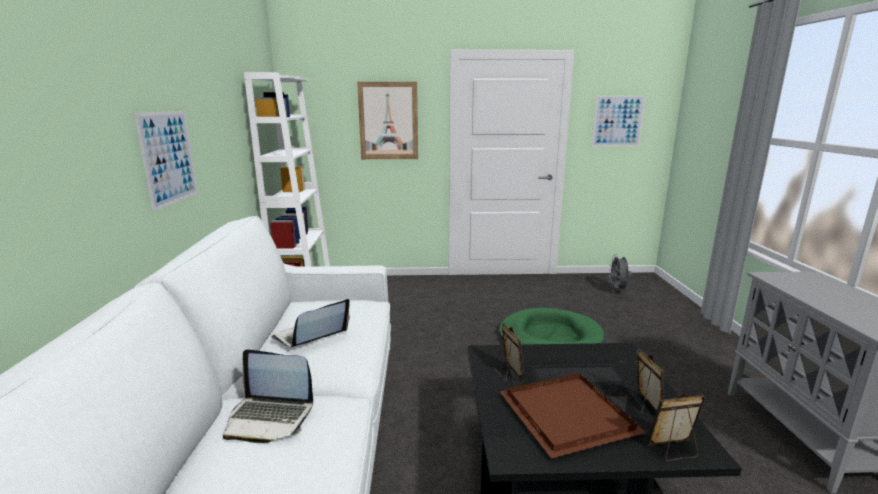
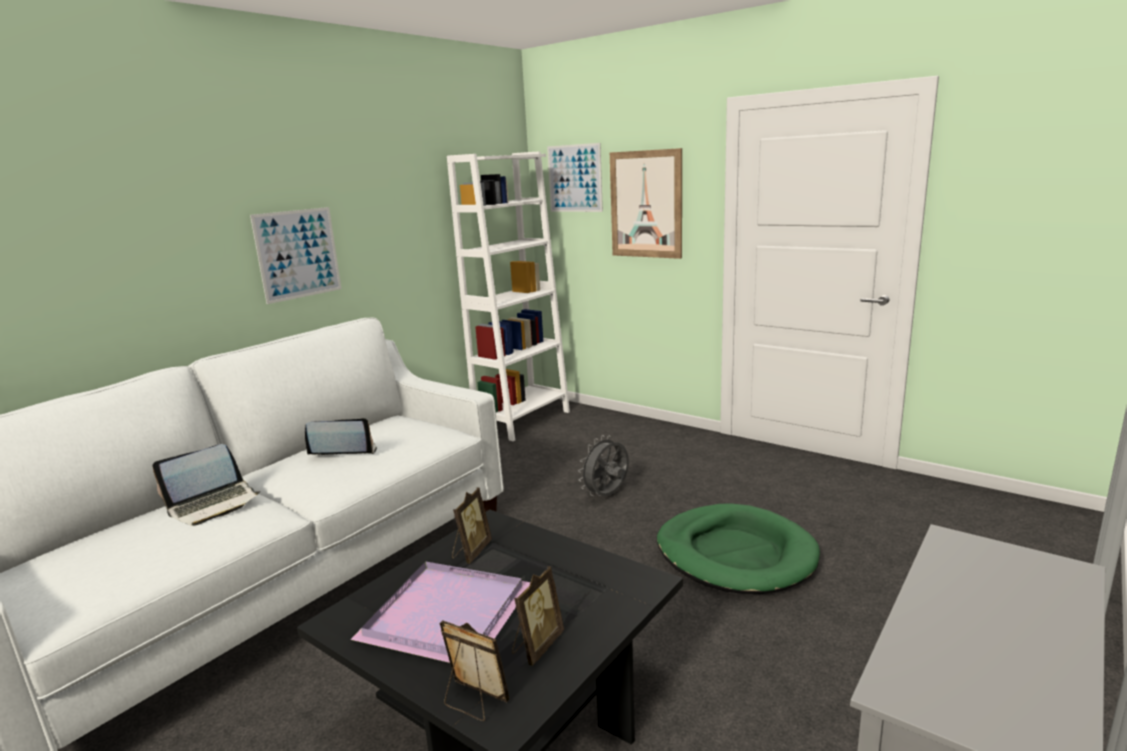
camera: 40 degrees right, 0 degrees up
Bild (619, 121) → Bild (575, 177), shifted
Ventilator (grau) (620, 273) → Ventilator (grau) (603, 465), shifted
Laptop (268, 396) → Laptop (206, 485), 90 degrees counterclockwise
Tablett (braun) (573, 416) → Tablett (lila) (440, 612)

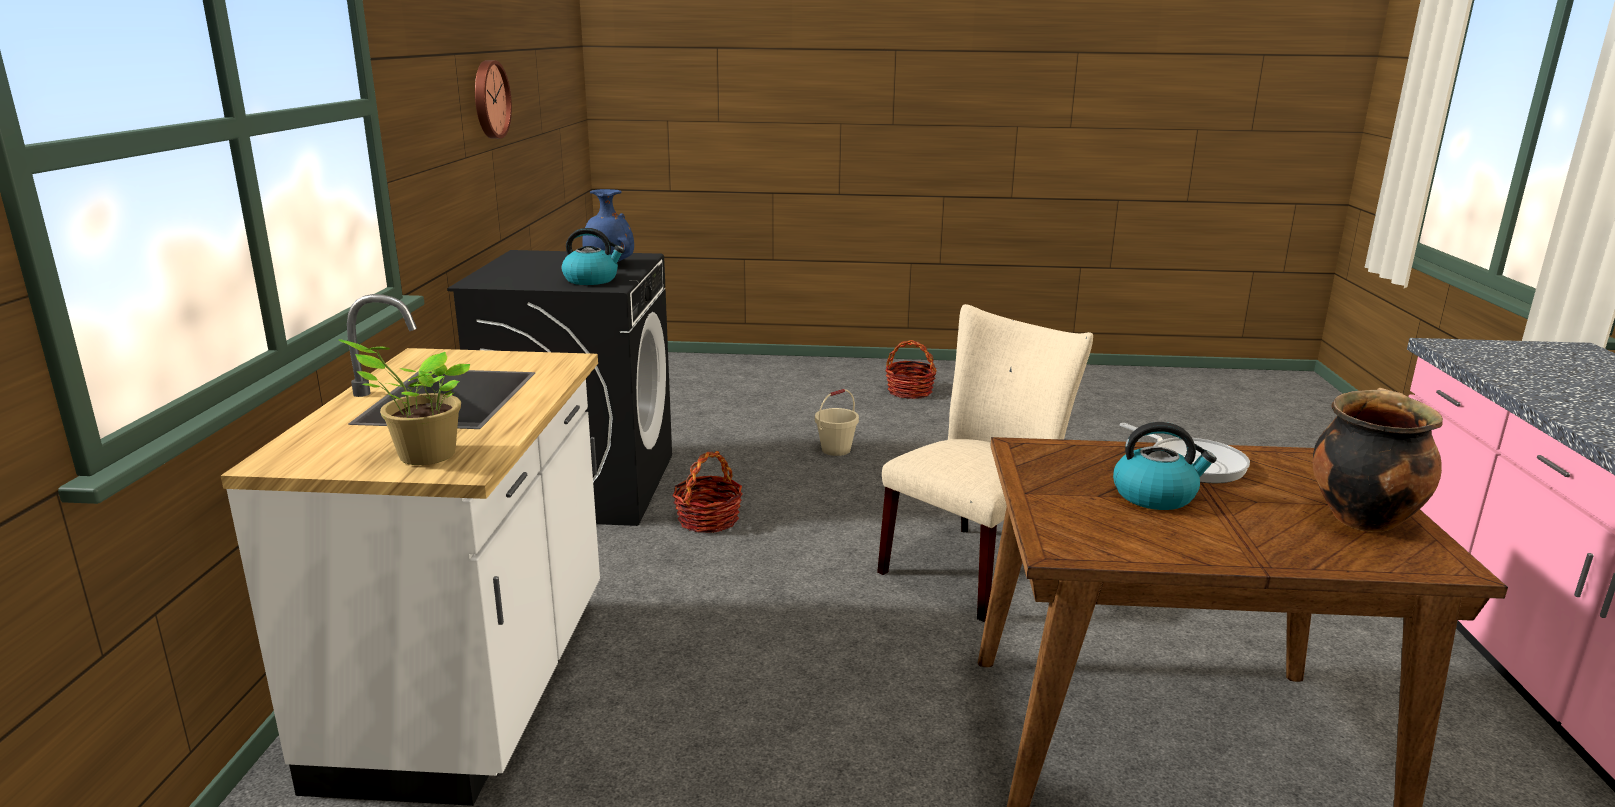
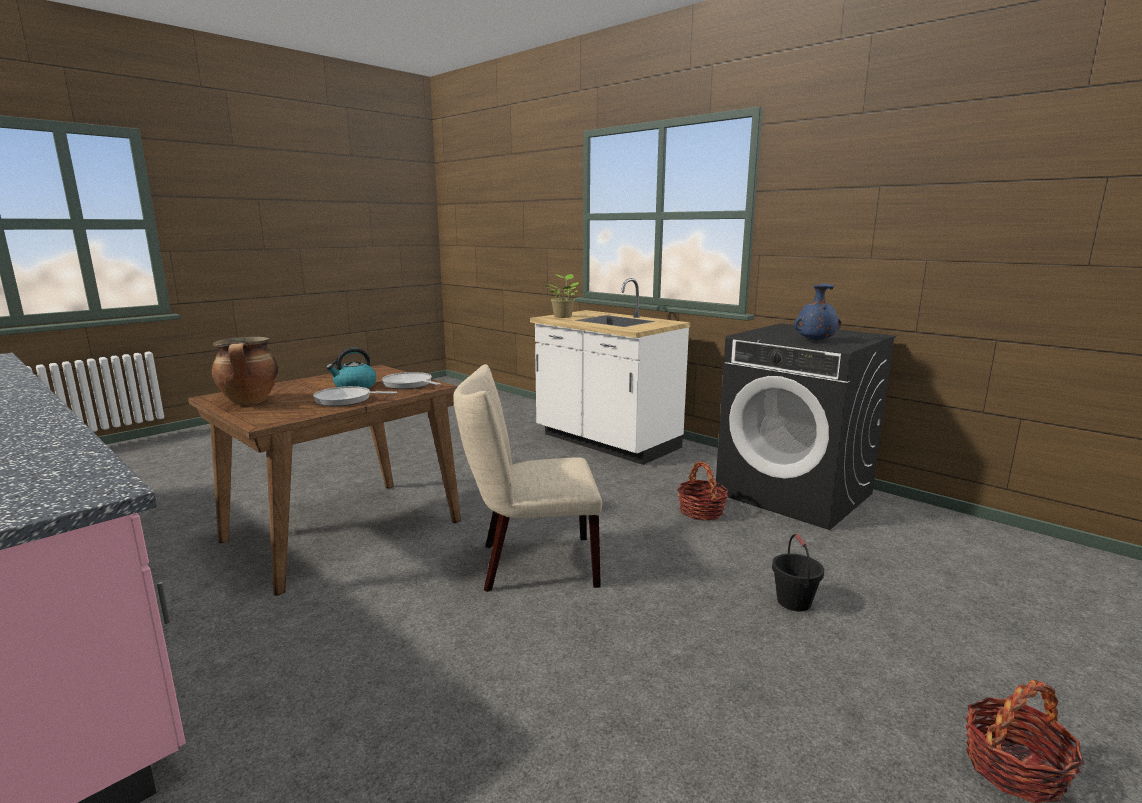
camera: 130 degrees right, 5 degrees down
Wanduhr (493, 99) → -
Wasserkessel (593, 256) → -
Stuhl (beige) (985, 463) → Stuhl (beige) (527, 478), 90 degrees clockwise
Eimer (beige) (837, 422) → Eimer (schwarz) (798, 573)
- → Pfanne (411, 380)

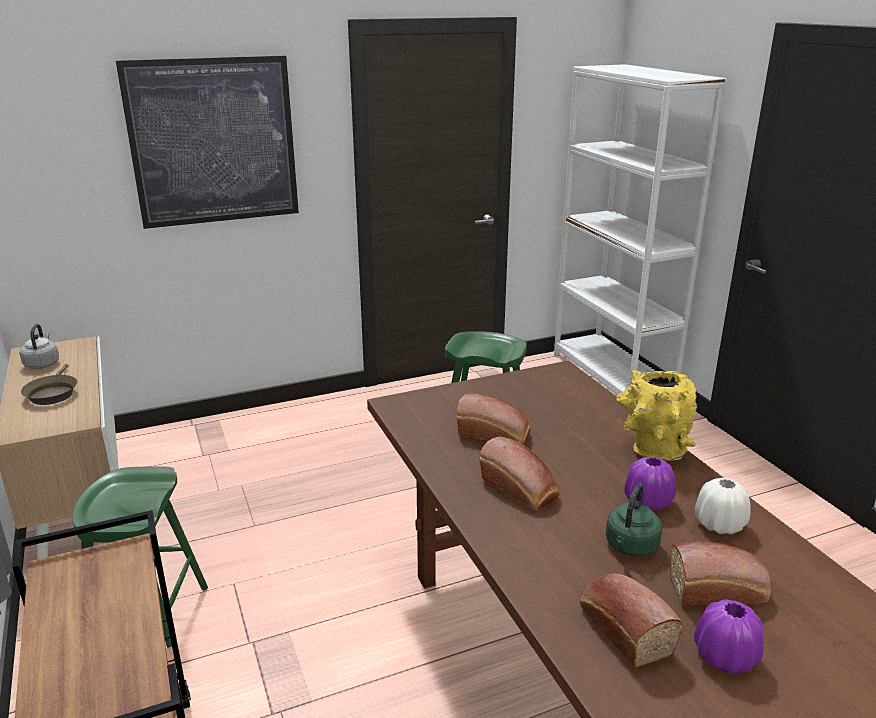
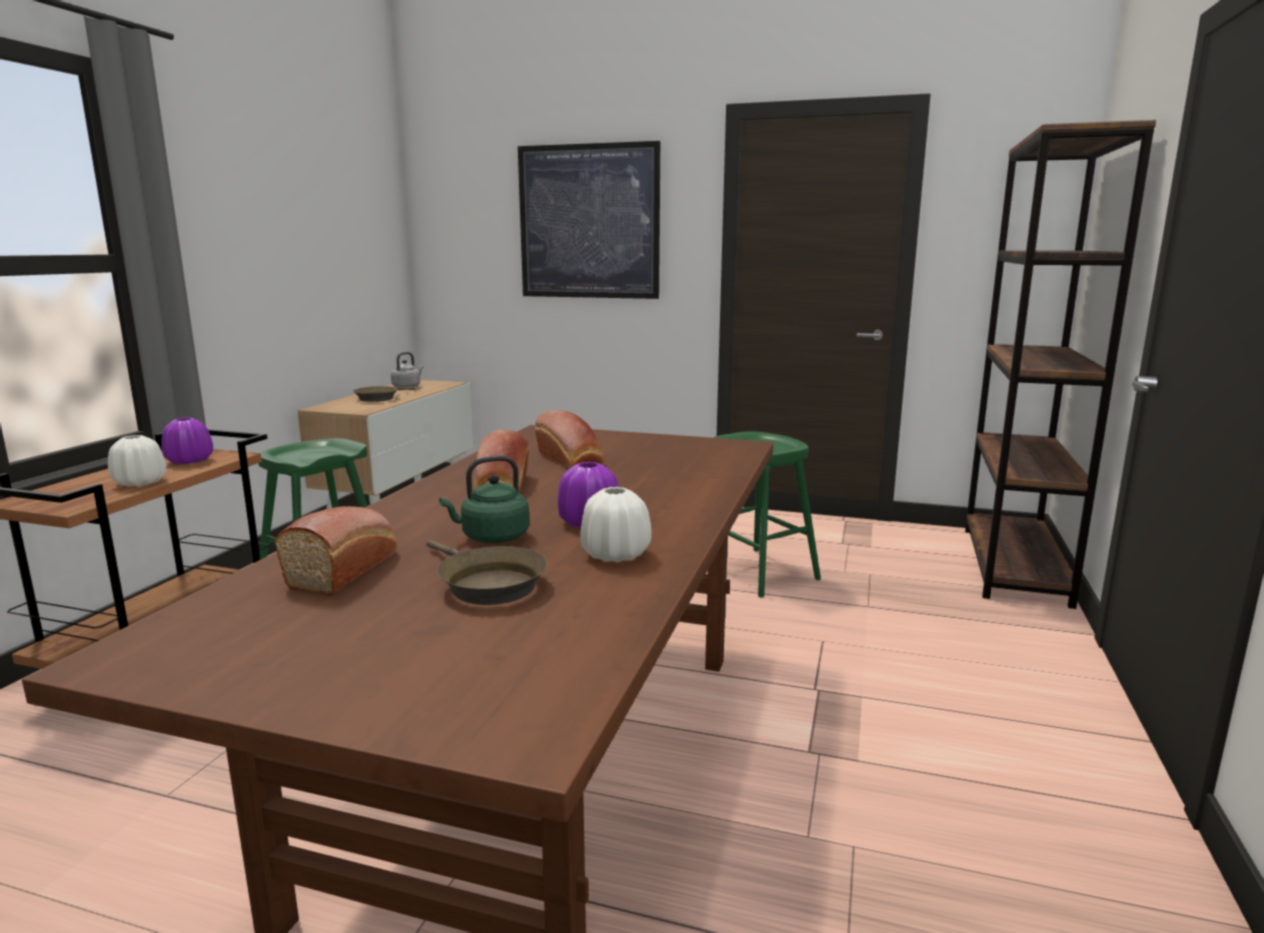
camera: 40 degrees right, 10 degrees down
Bücherregal (weiß) (640, 229) → Bücherregal (braun) (1060, 364)
Vase (gelb) (656, 415) → -
Brot (720, 573) → Pfanne (braun) (487, 572)
Vase (lila) (729, 637) → Vase (lila) (187, 441), shifted
- → Vase (weiß) (137, 461)

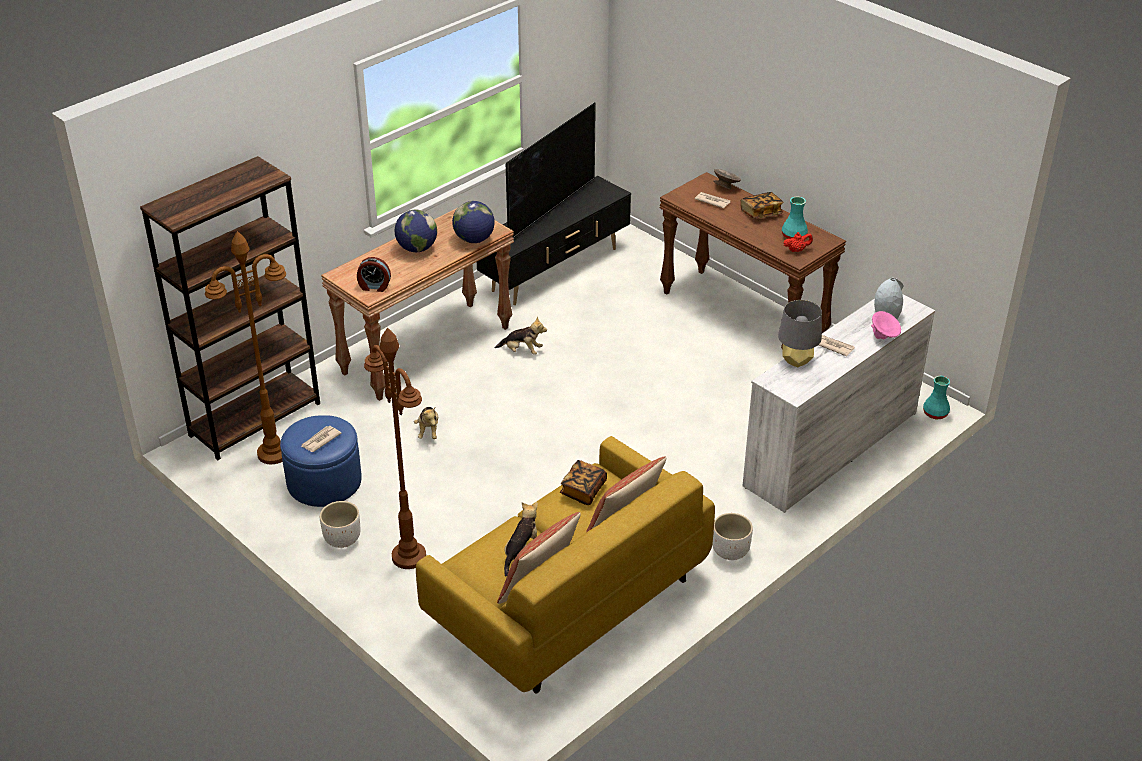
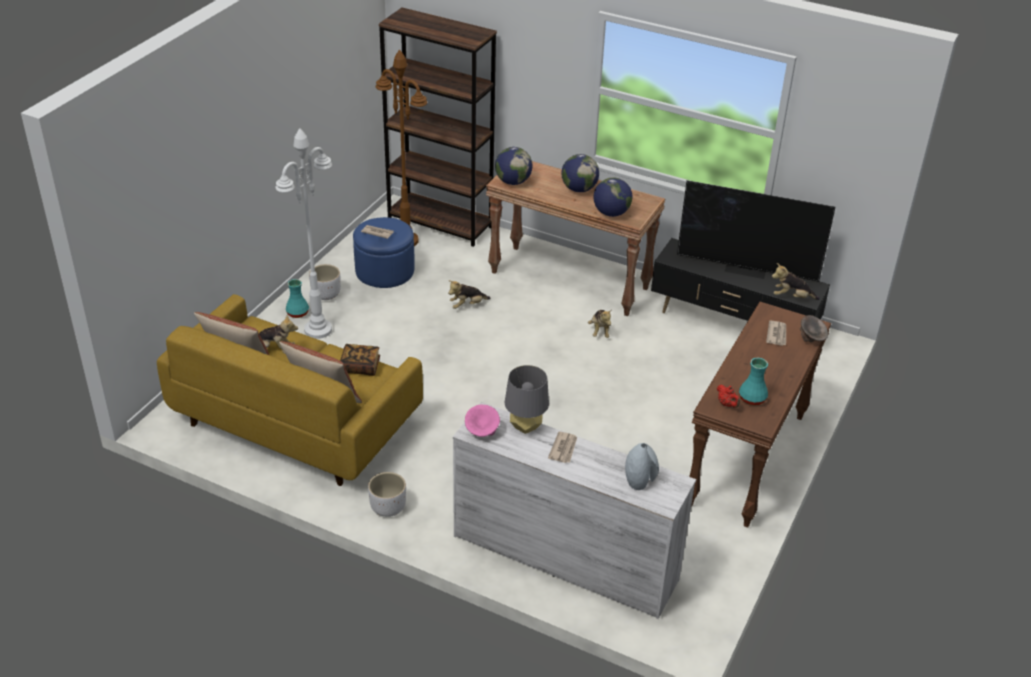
camera: 70 degrees right, 0 degrees up
Buch (762, 205) → -
Wecker (374, 274) → Globus (513, 166)
Schüssel (rosa) (886, 325) → Schüssel (rosa) (482, 421), shifted
Stehlampe (braun) (395, 448) → Stehlampe (weiß) (303, 233)
Vase (türkis) (936, 397) → Vase (türkis) (297, 298), shifted
- → Plüschtier (796, 281)

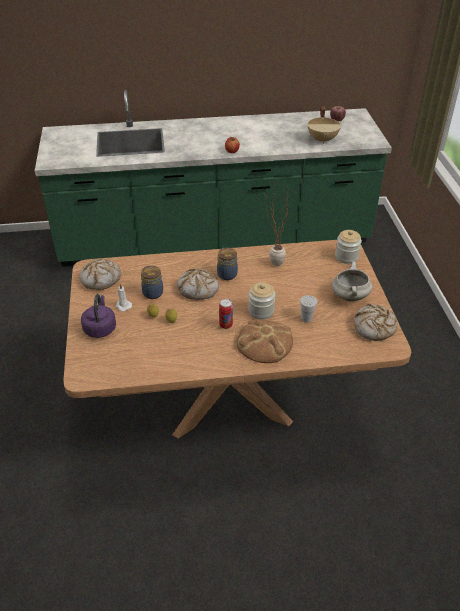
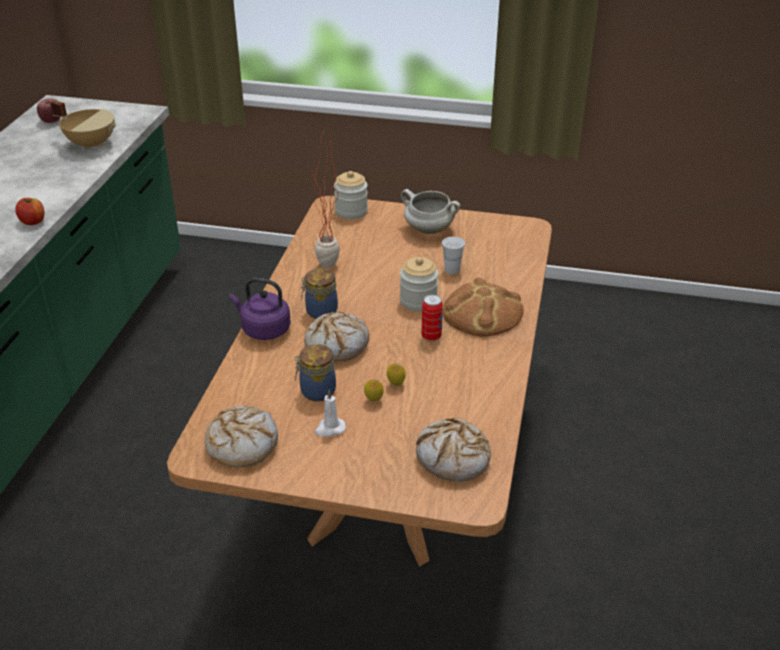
camera: 70 degrees left, 5 degrees down
Wasserkessel (lila) (98, 316) → Wasserkessel (lila) (260, 309), shifted
Brot (376, 322) → Brot (453, 450), shifted

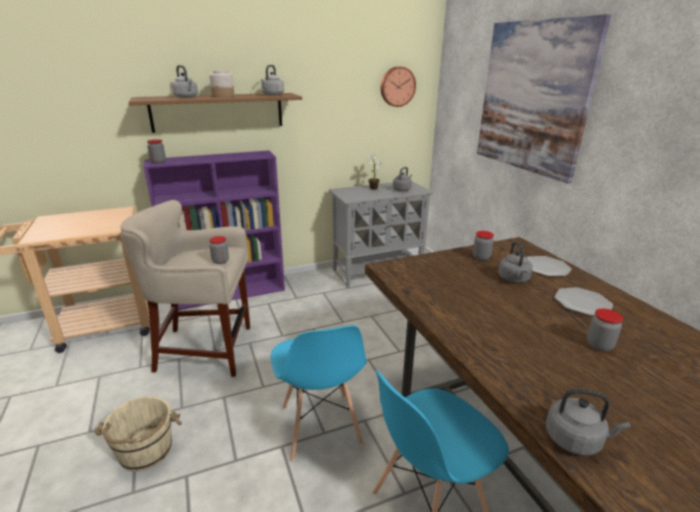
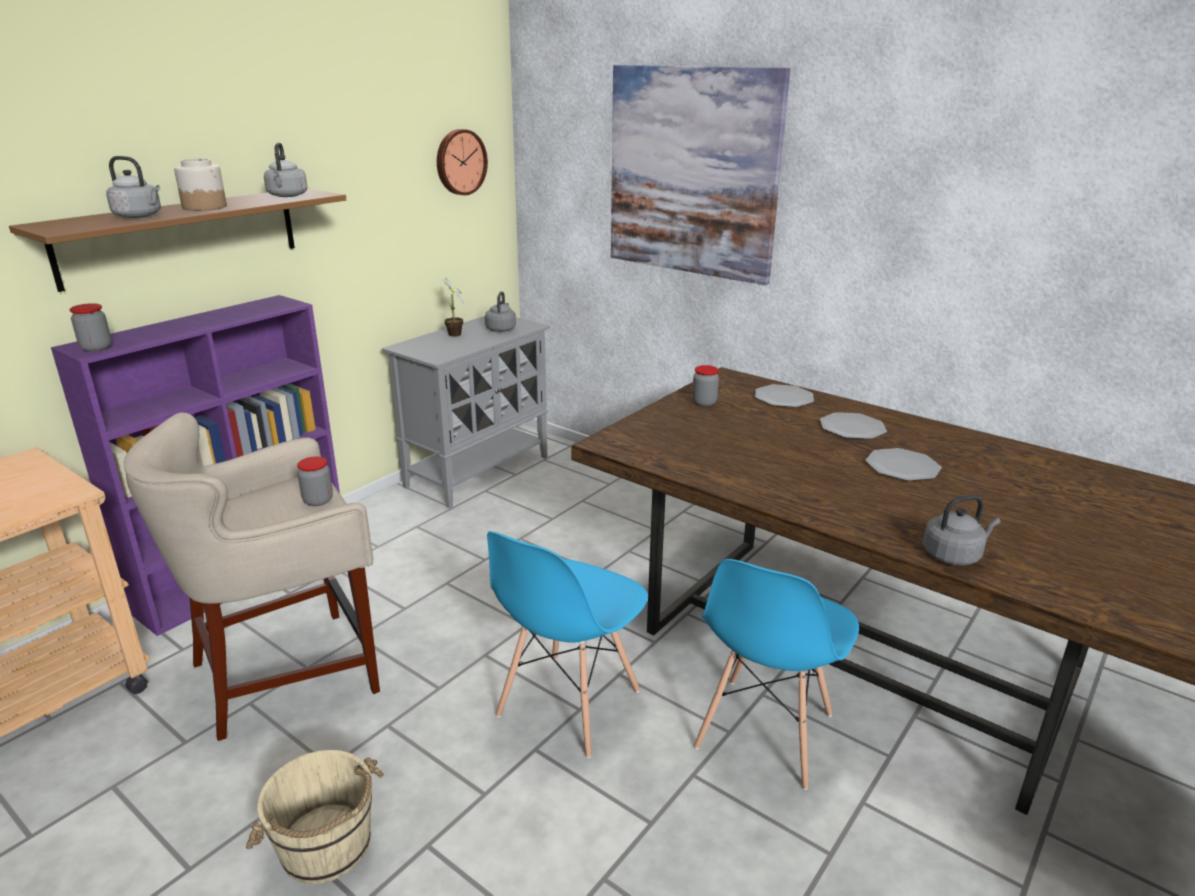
camera: 30 degrees left, 0 degrees up
Wasserkessel (grau) (515, 262) → -
Vorratsglas (605, 330) → Teller (903, 464)
Stuhl (blau) (318, 393) → Stuhl (blau) (567, 644), 75 degrees clockwise

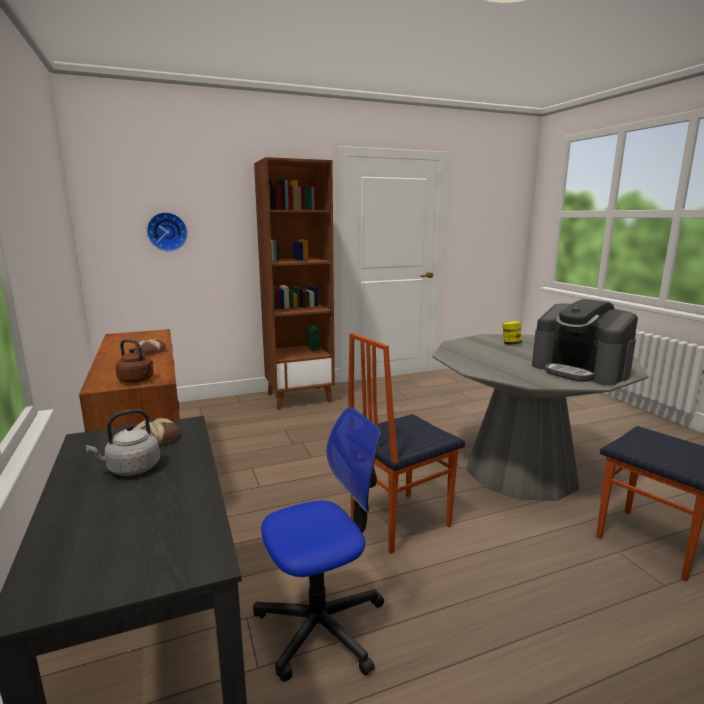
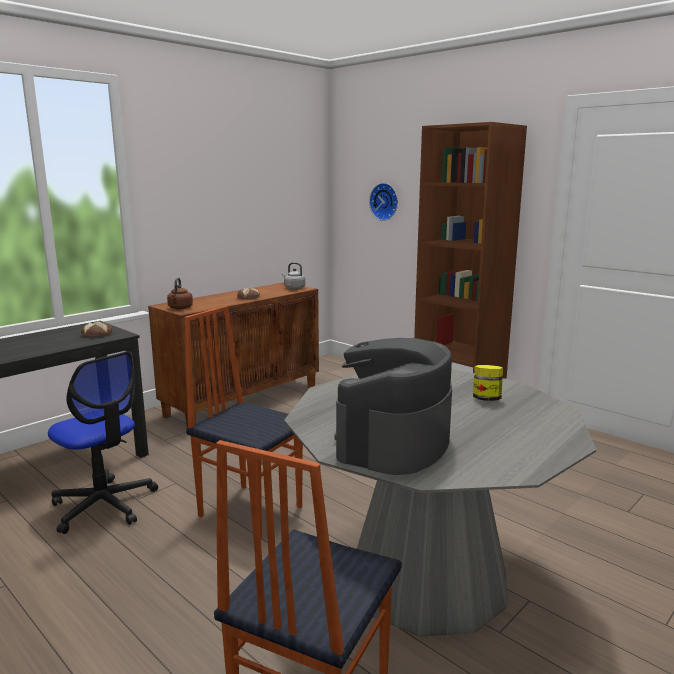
camera: 65 degrees right, 0 degrees up
Wasserkessel (grau) (123, 442) → Wasserkessel (grau) (293, 276), shifted

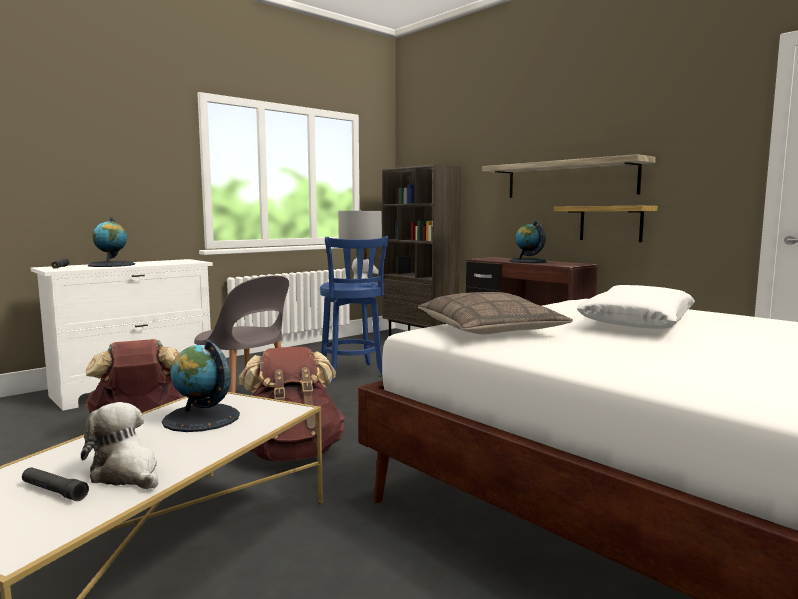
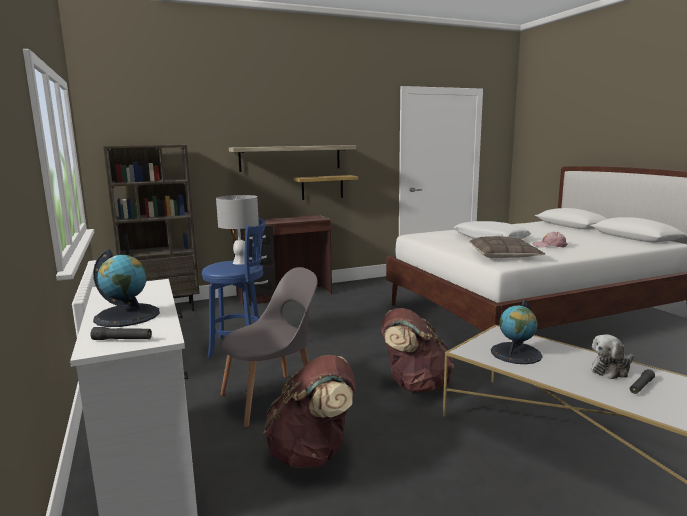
camera: 70 degrees left, 5 degrees up
Globus (528, 242) → -
- → Kappe (rosa) (550, 240)

